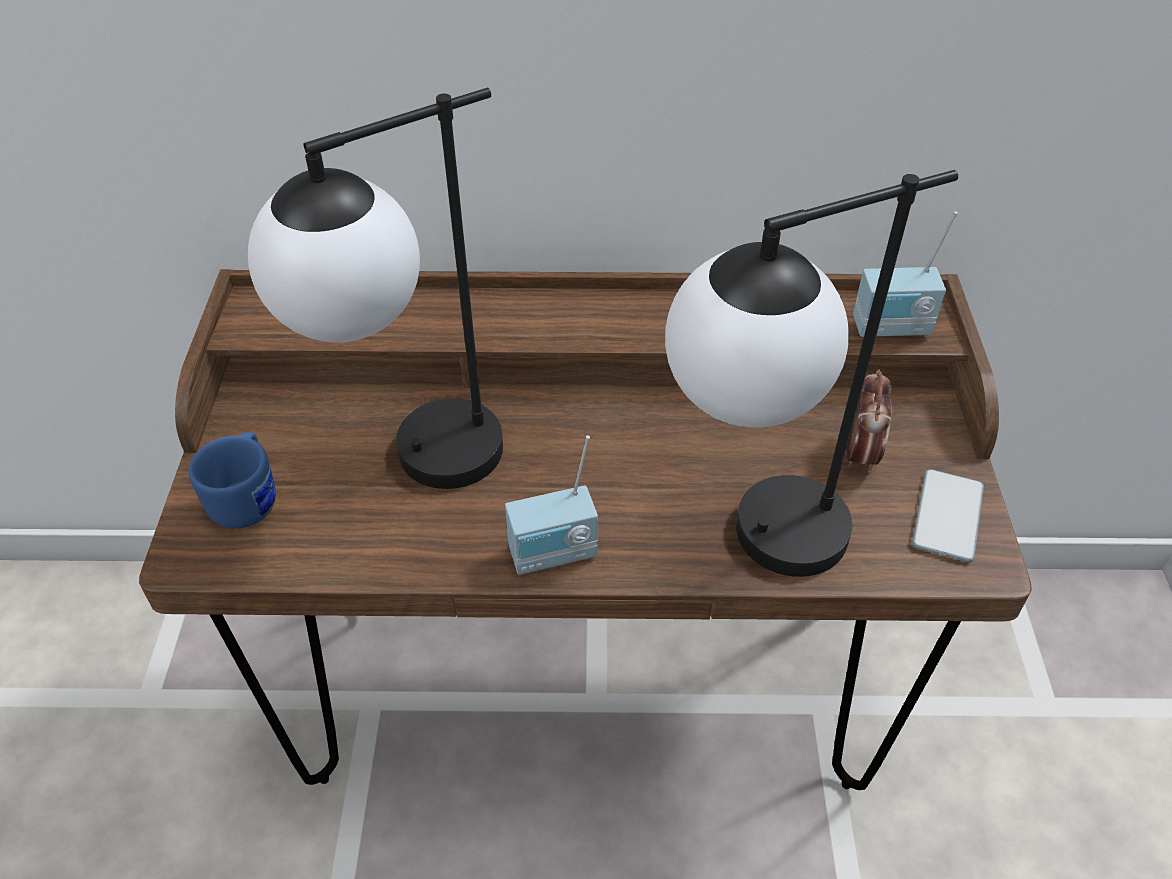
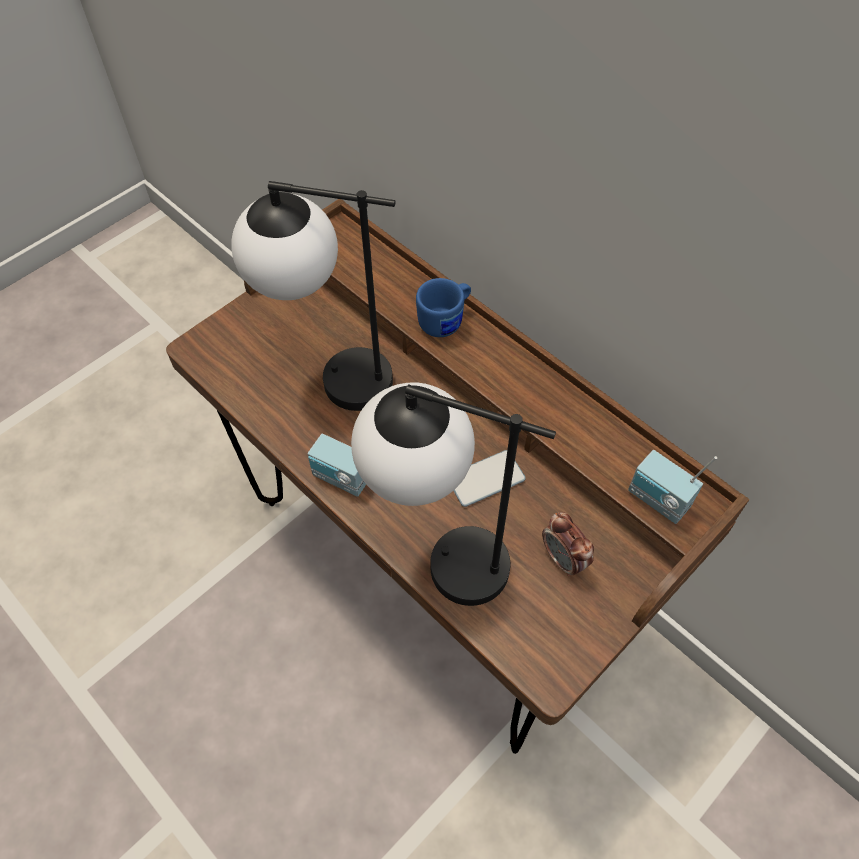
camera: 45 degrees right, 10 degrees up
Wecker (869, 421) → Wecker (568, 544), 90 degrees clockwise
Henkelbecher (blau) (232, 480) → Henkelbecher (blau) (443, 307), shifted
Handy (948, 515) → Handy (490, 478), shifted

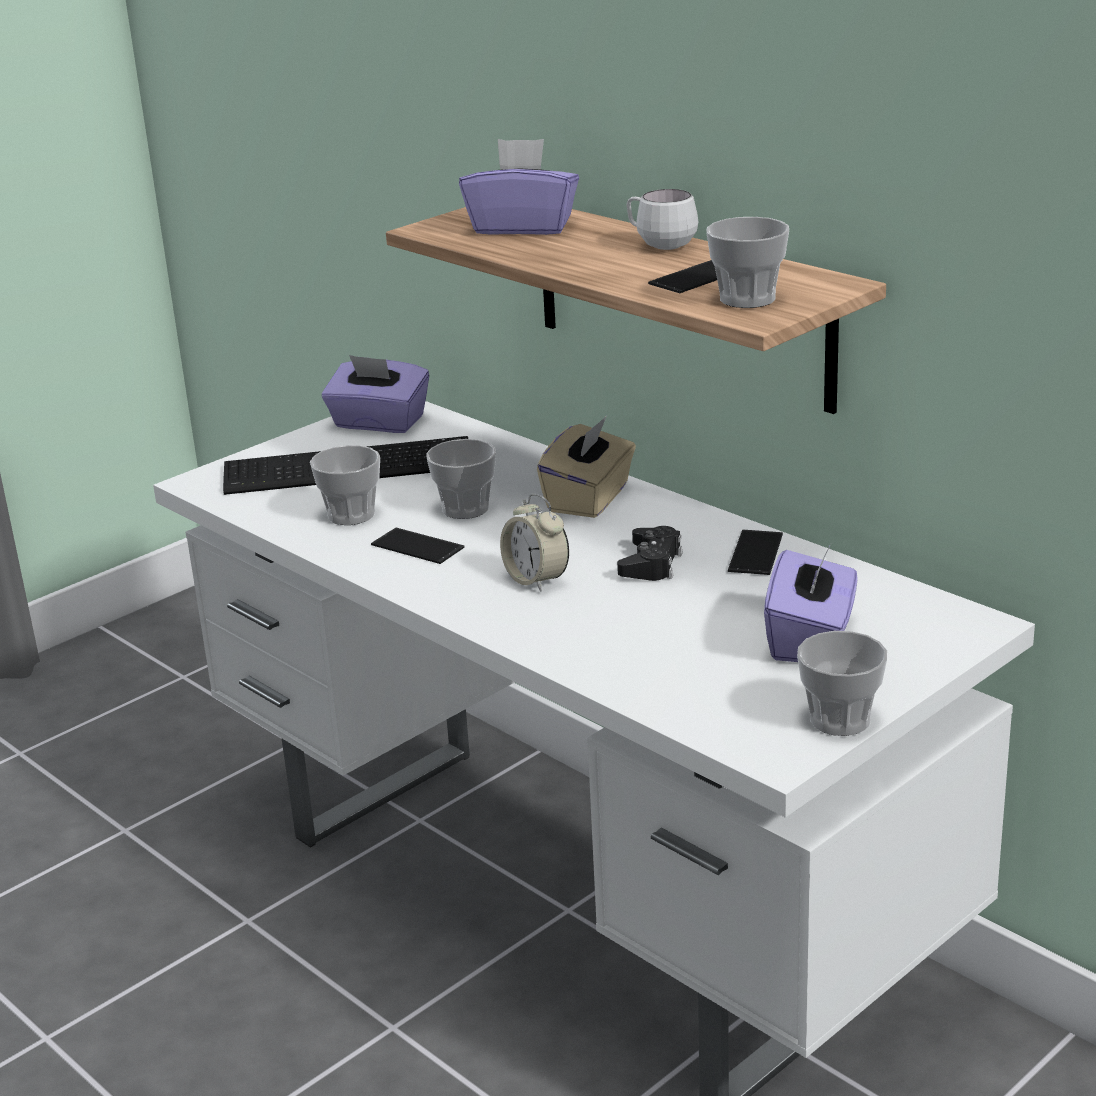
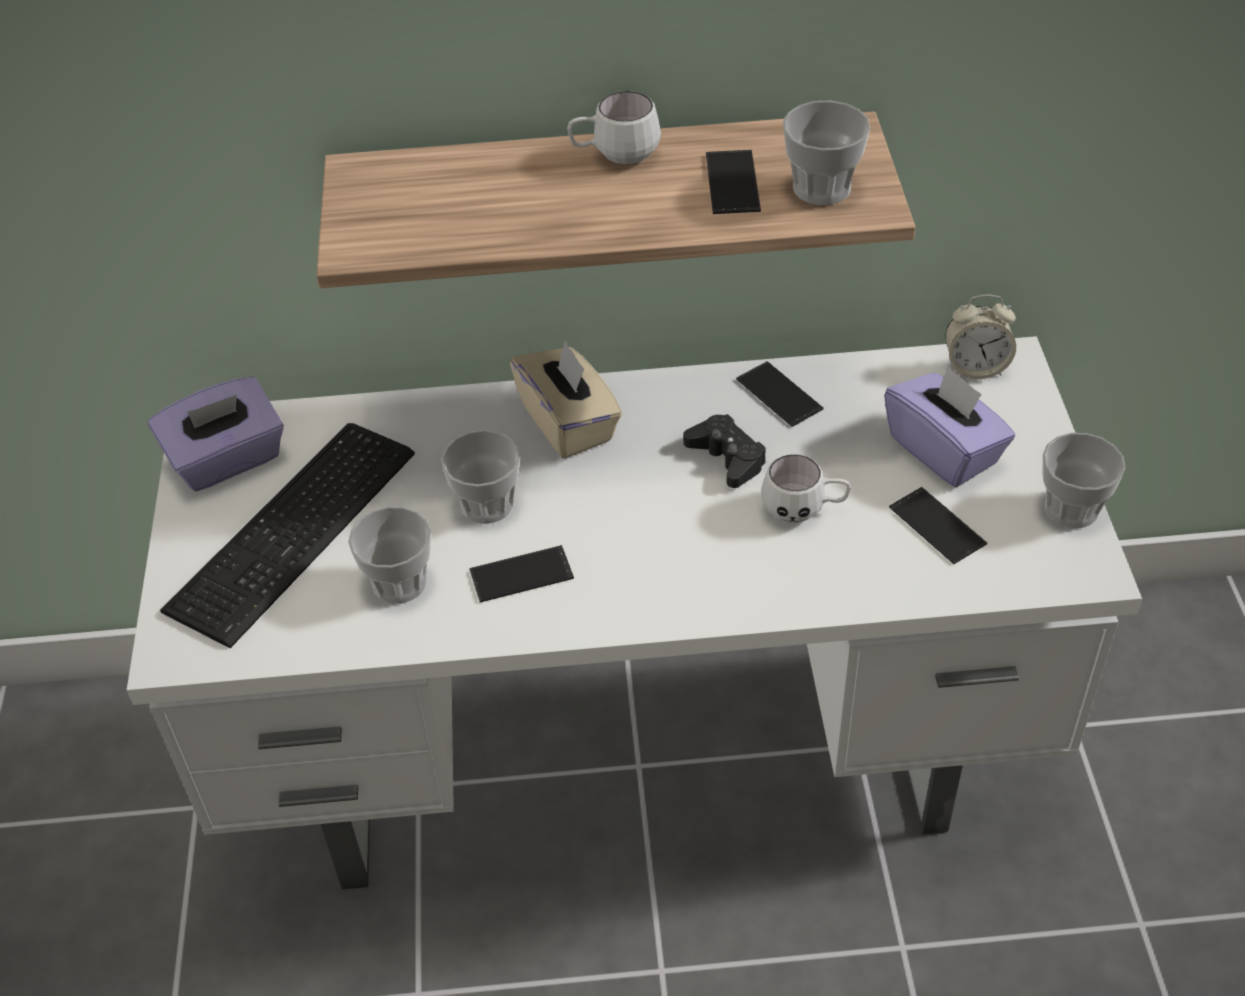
camera: 50 degrees left, 20 degrees up
Taschentuchbox (lila) (519, 187) → -
Wecker (534, 543) → Wecker (980, 337), shifted
- → Henkelbecher (weiß) (806, 488)
- → Handy (938, 525)

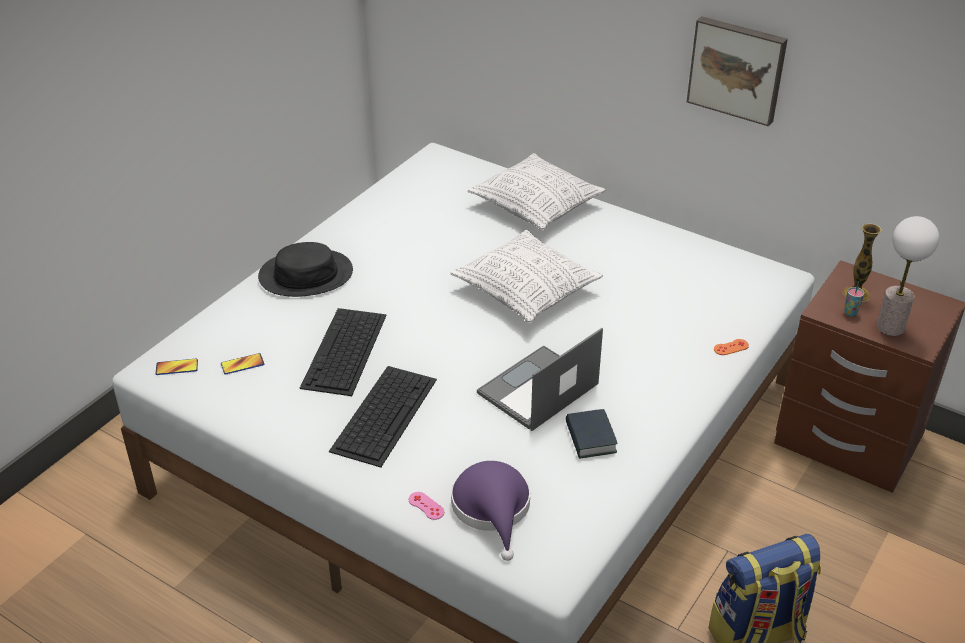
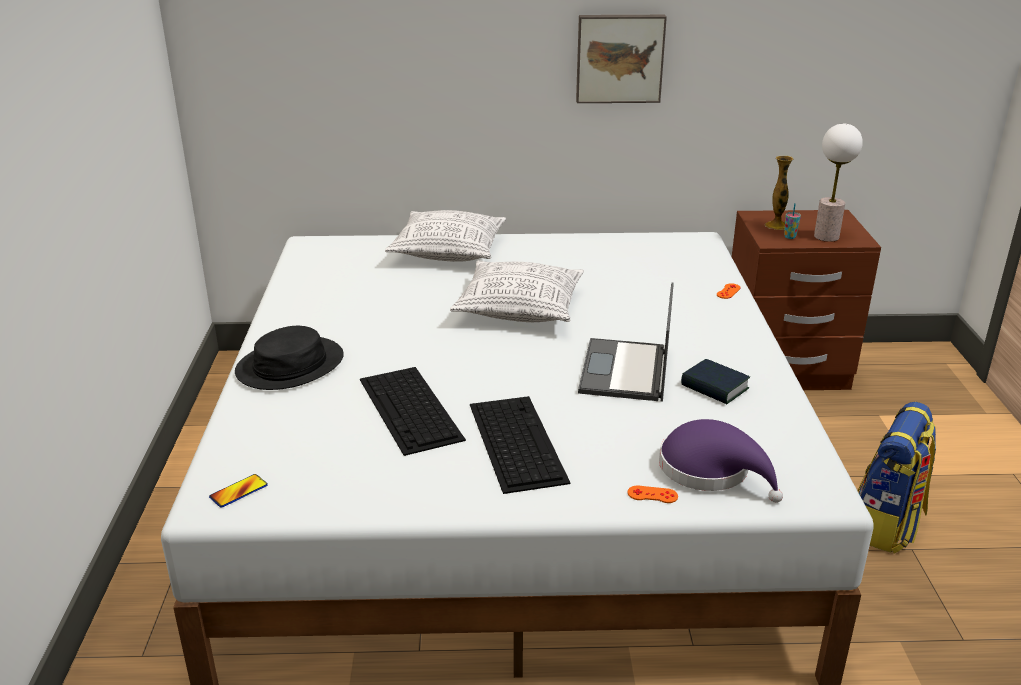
camera: 35 degrees left, 10 degrees down
Handy (242, 364) → -
Gamepad (rosa) (426, 506) → Gamepad (orange) (653, 494)

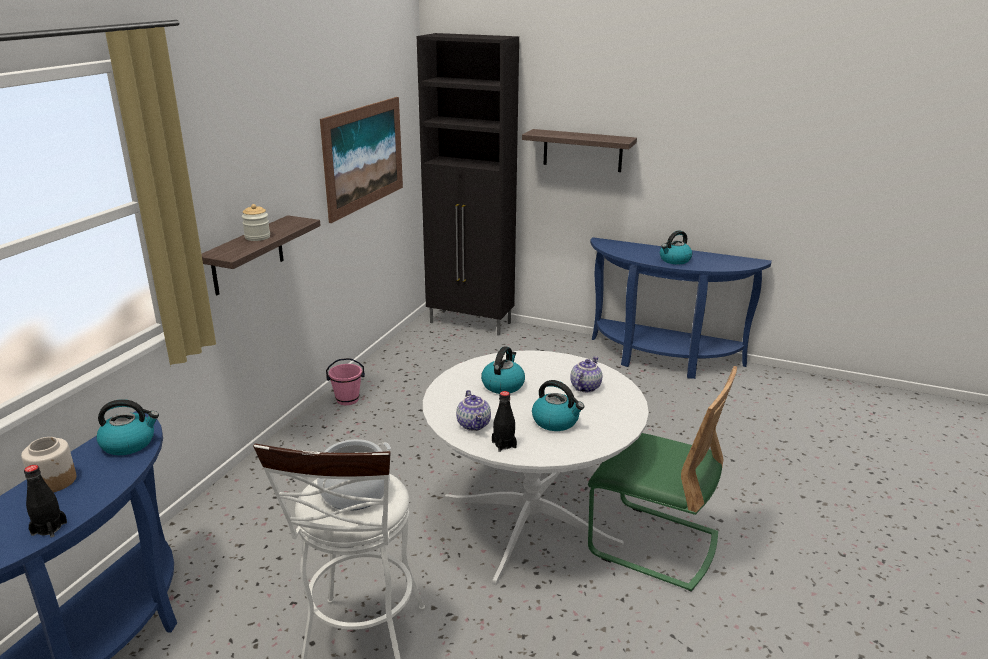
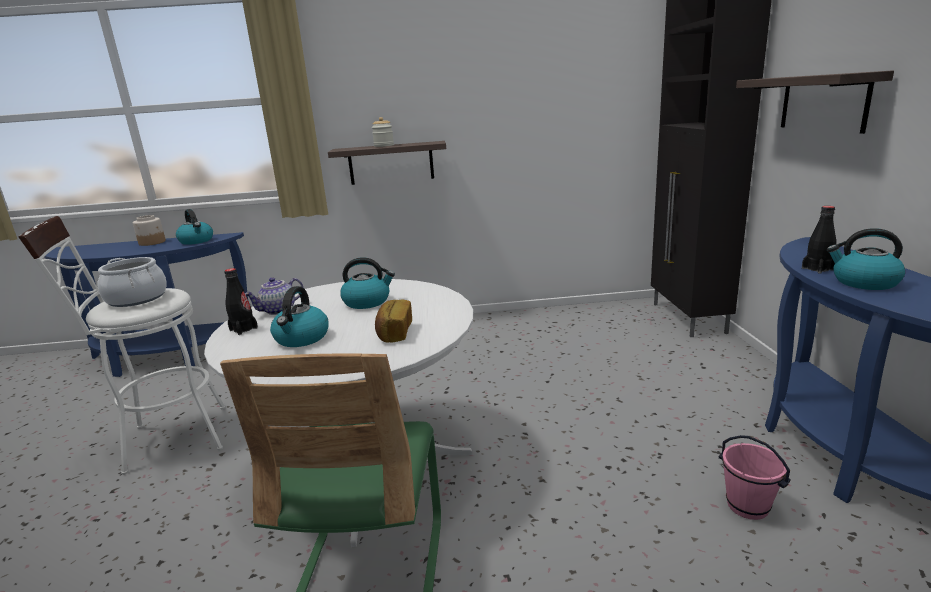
camera: 65 degrees right, 5 degrees down
Bild (361, 160) → -
Teekanne (586, 374) → Brot (393, 321)
Eimer (rosa) (345, 381) → Eimer (rosa) (755, 477), shifted
Flasche (schwarz) (45, 501) → Flasche (schwarz) (819, 240), shifted

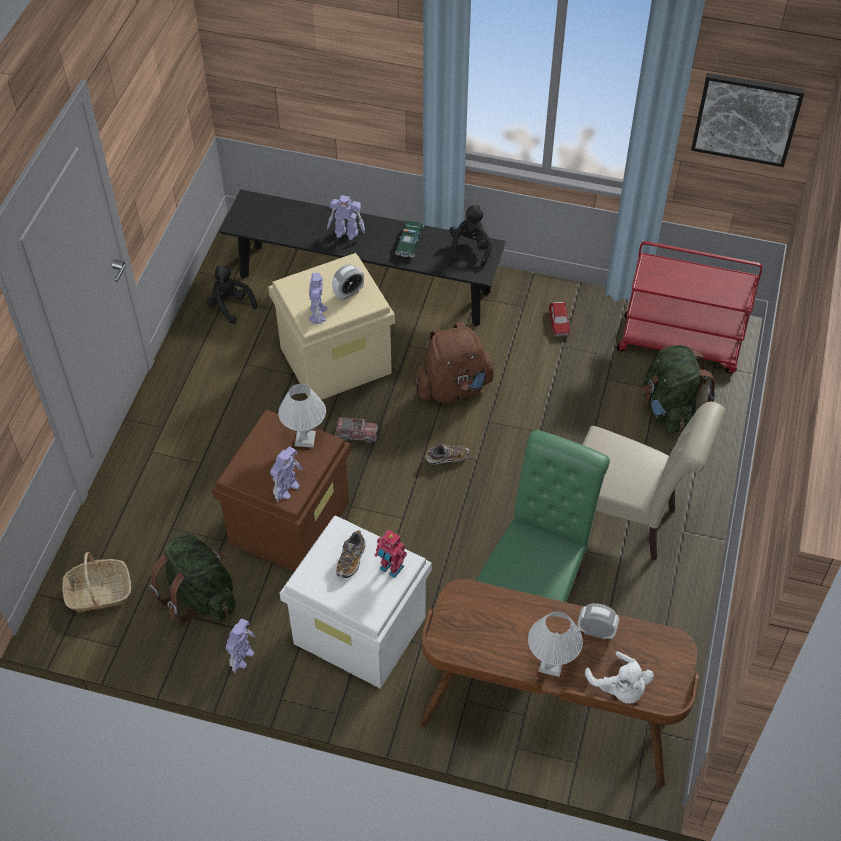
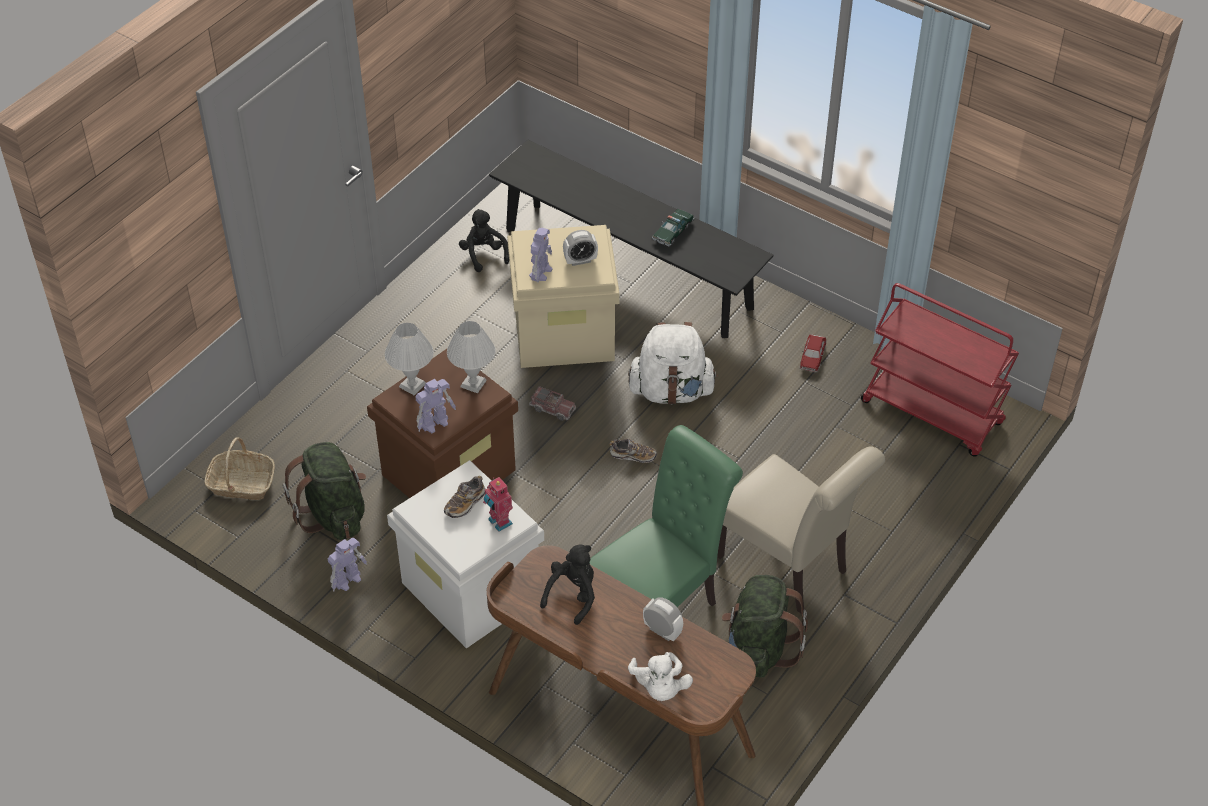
camera: 20 degrees right, 5 degrees down
Bild (748, 120) → -
Spielzeugroboter (346, 217) → -
Plüschtier (schwarz) (470, 235) → Plüschtier (schwarz) (567, 584), shifted
Rucksack (braun) (455, 362) → Rucksack (weiß) (673, 363)
Rucksack (grün) (679, 389) → Rucksack (grün) (765, 626), shifted
Tischlampe (weiß) (555, 644) → Tischlampe (weiß) (409, 359), shifted

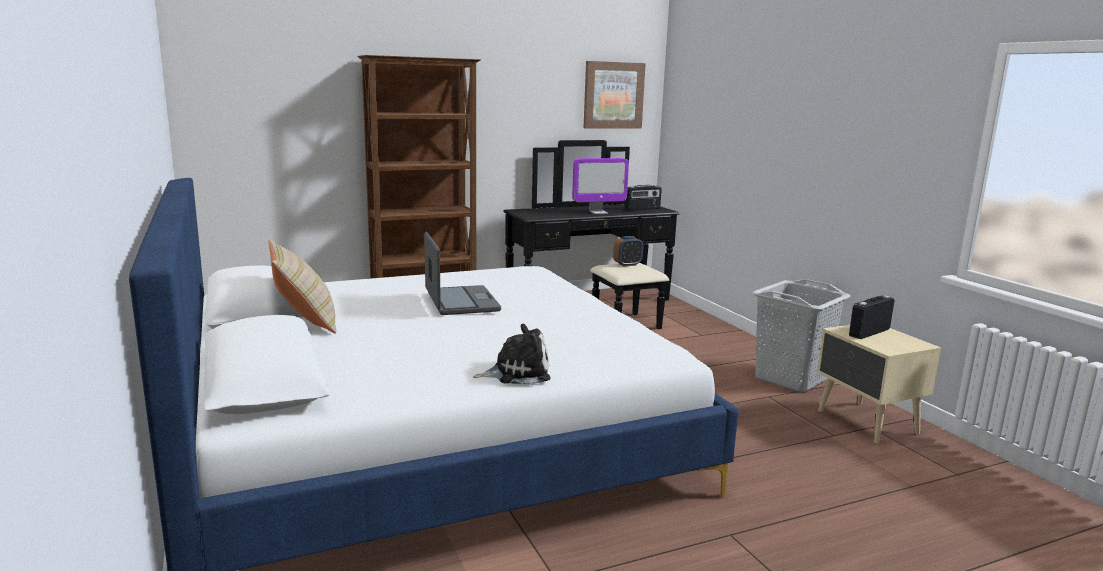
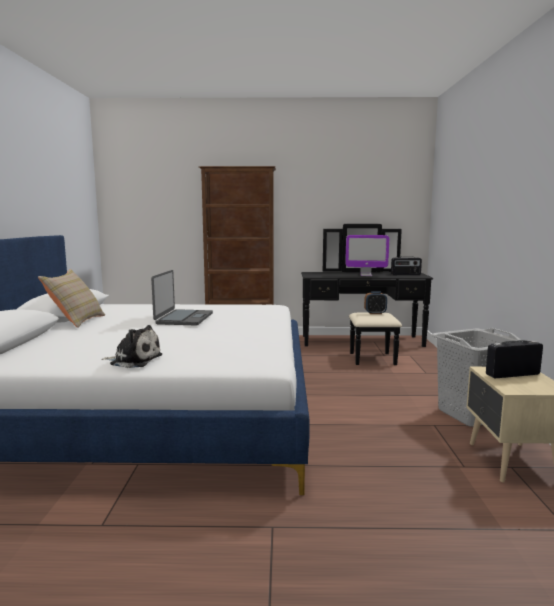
camera: 25 degrees right, 5 degrees down
Bild (615, 95) → -

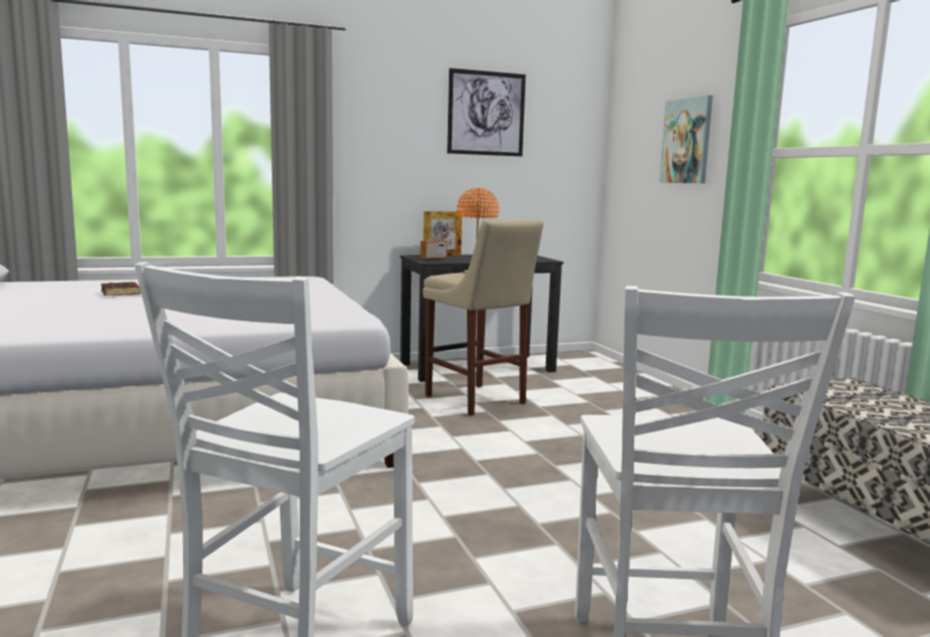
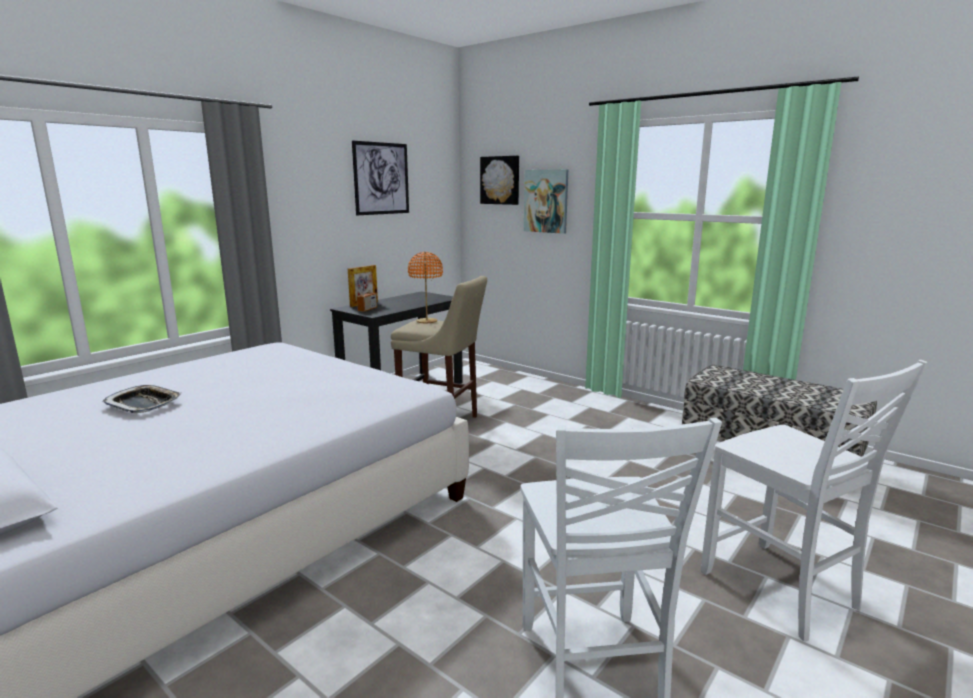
camera: 30 degrees left, 5 degrees up
Buch (braun) (121, 289) → Tablett (142, 399)
- → Bild (499, 180)

